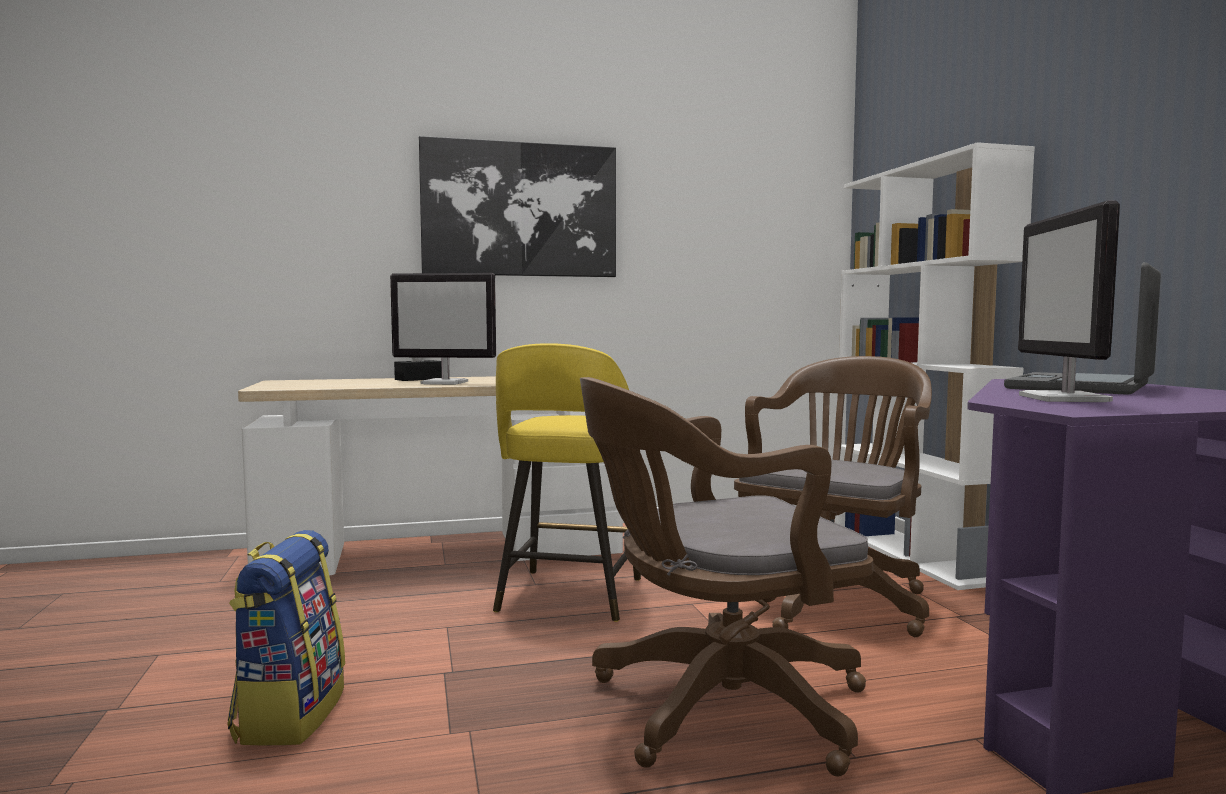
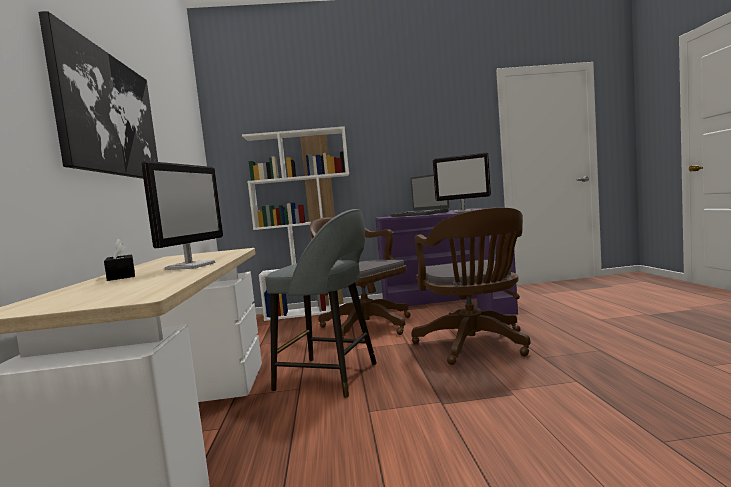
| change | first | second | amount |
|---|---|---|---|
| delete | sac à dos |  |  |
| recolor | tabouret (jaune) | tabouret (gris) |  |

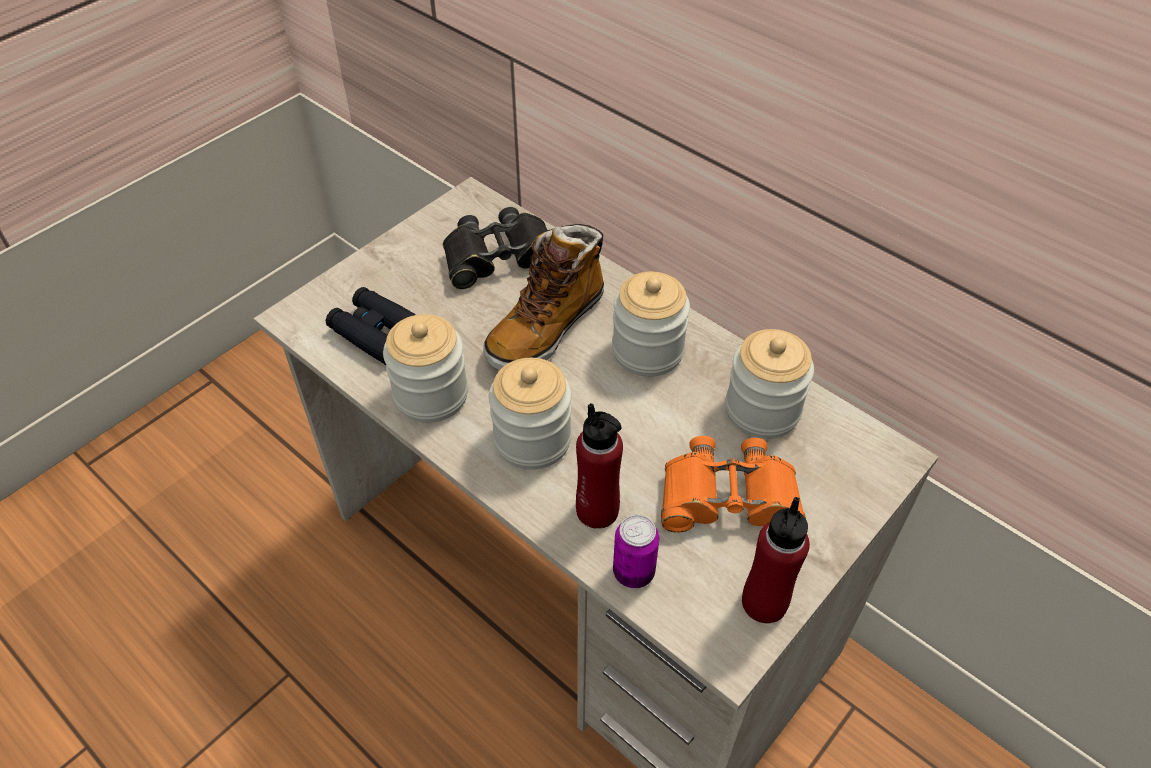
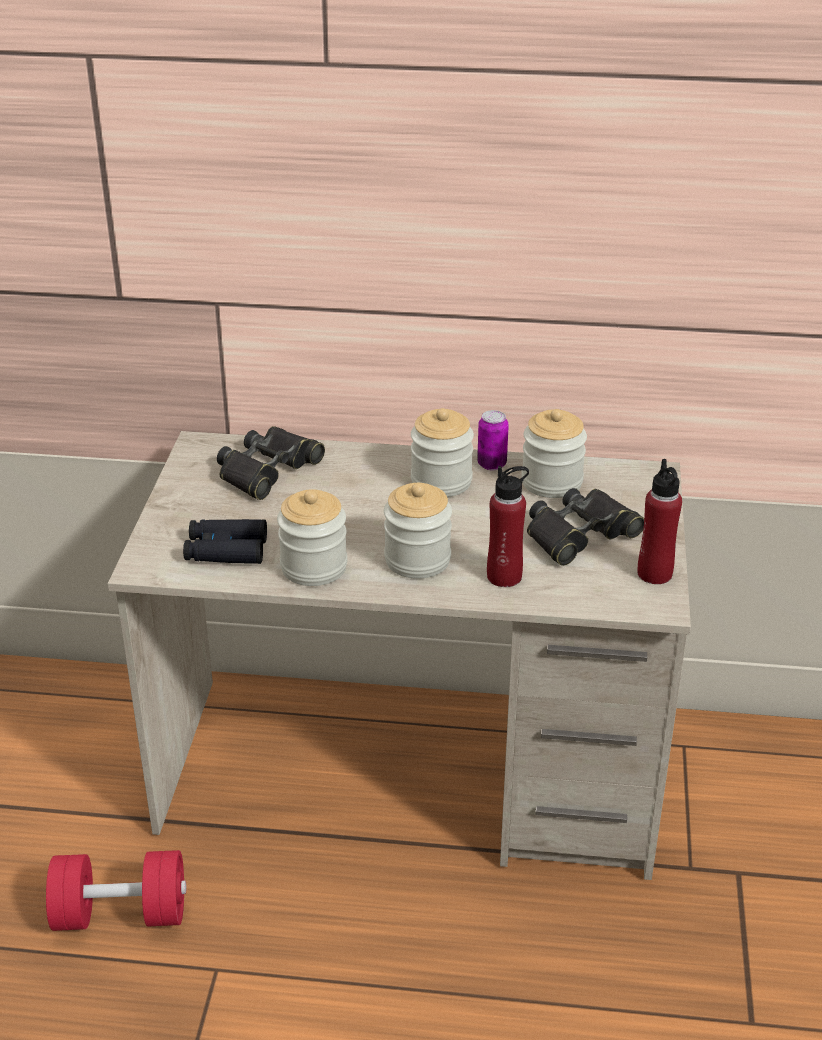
| change | first | second | amount |
|---|---|---|---|
| delete | botte |  |  |
| move | boîte métallique |  |  |
| recolor | jumelles (orange) | jumelles (noir) (3rd from left) |  |
| insert |  | haltère (rouge) |  |

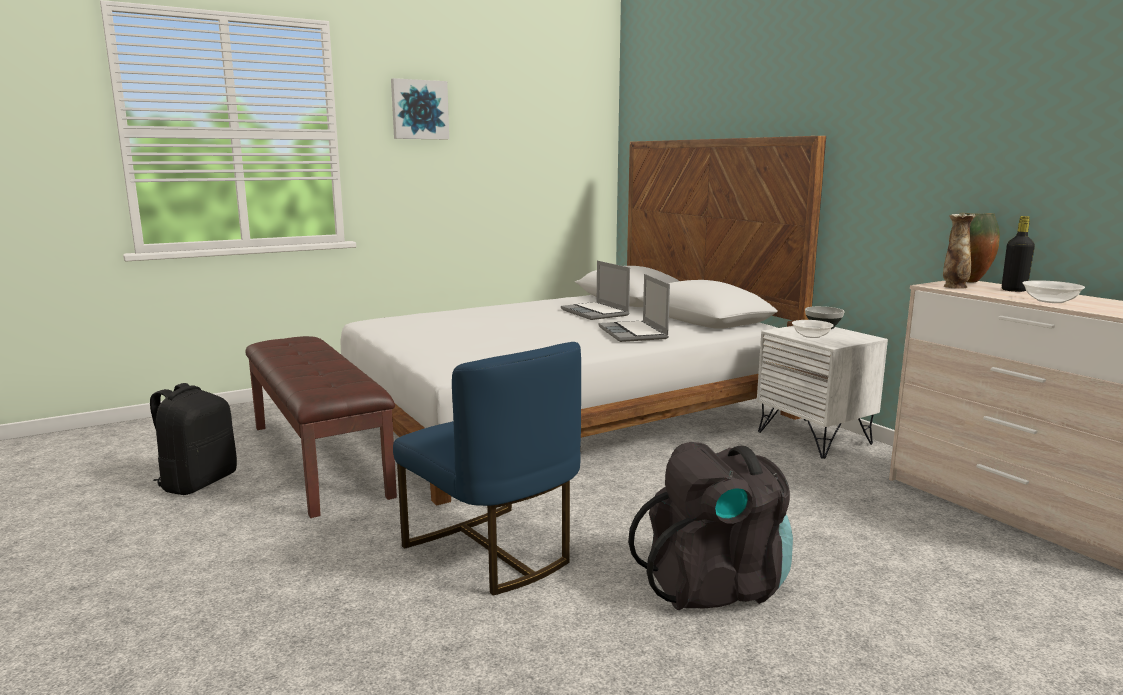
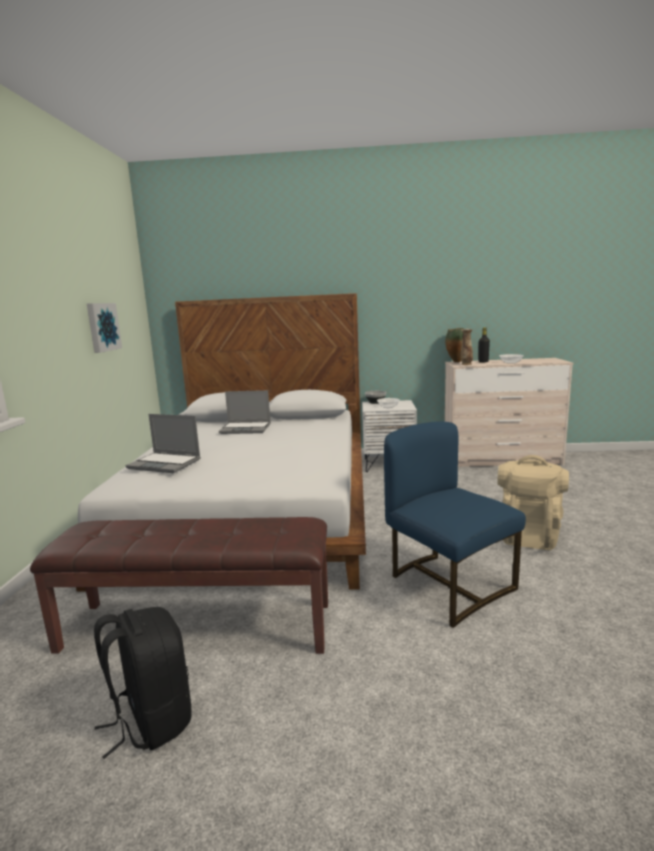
| change | first | second | amount |
|---|---|---|---|
| move | tableau |  |  |
| rotate | chaise (bleu) |  | 120 degrees counterclockwise |
| move | ordinateur portable (2nd from left in the first image) | ordinateur portable (1st from left) |  |
| recolor | sac à dos (noir) (2nd from left) | sac à dos (beige) |  |

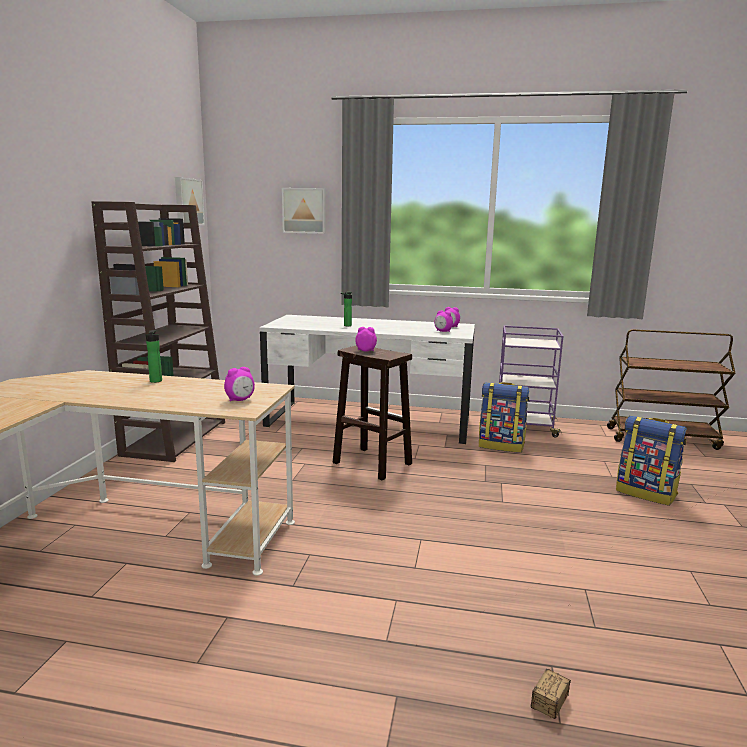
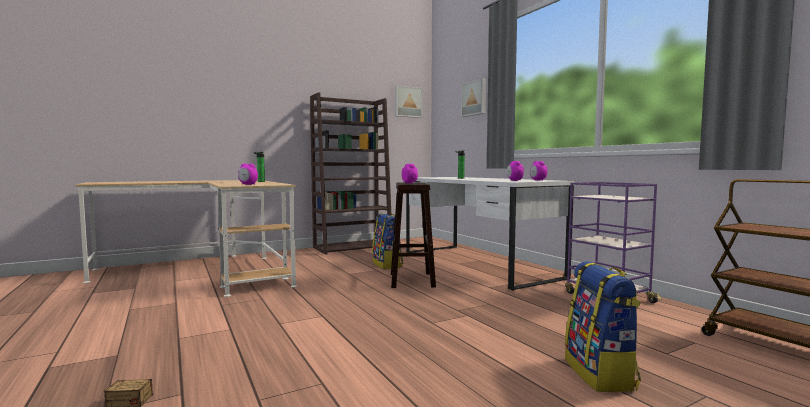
| change | first | second | amount |
|---|---|---|---|
| move | sac à dos (1st from left) |  |  |

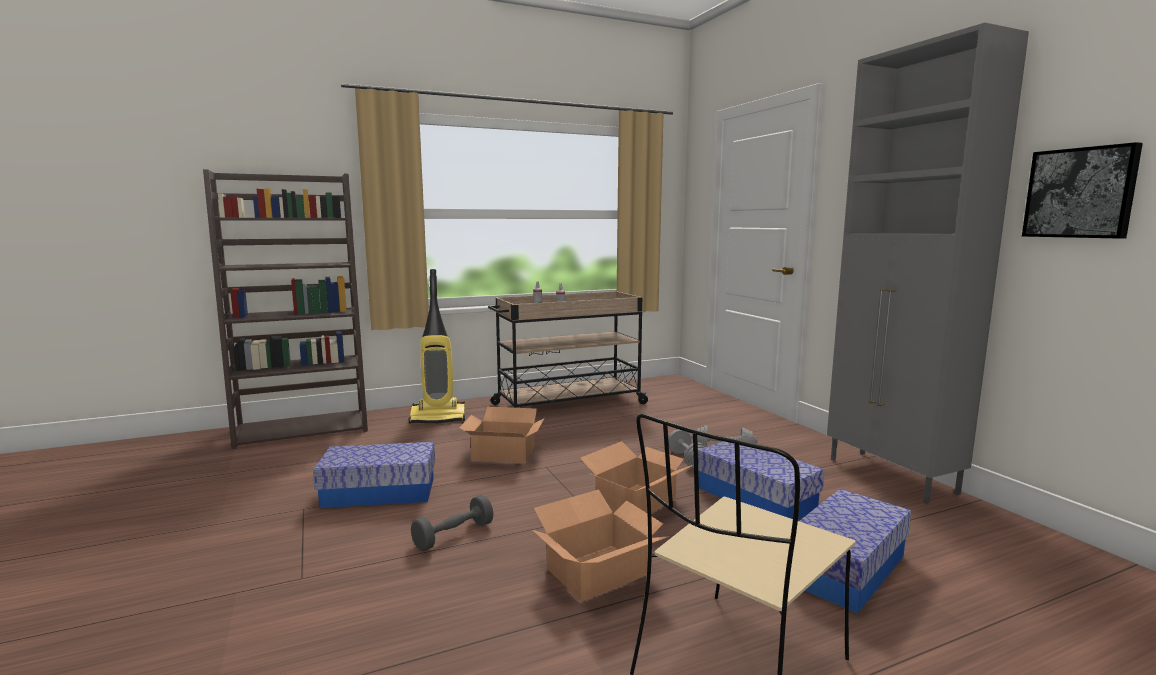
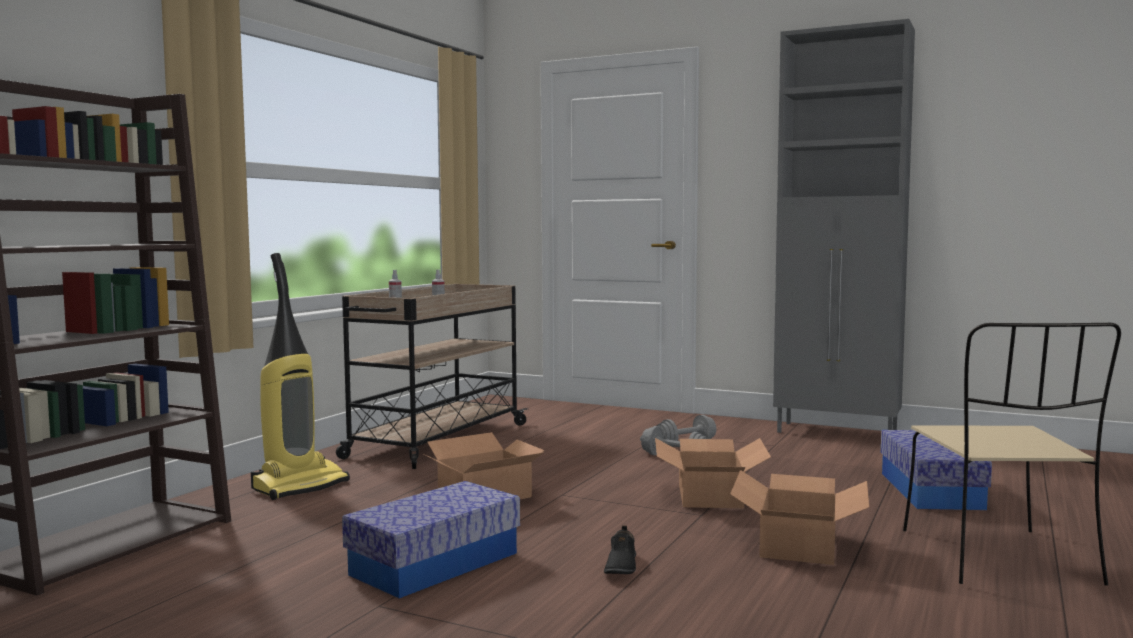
| change | first | second | amount |
|---|---|---|---|
| replace | haltère (gris) (1st from left) | chaussure (noir) |  |
| delete | boîte de rangement (2nd from left) |  |  |
| delete | tableau |  |  |

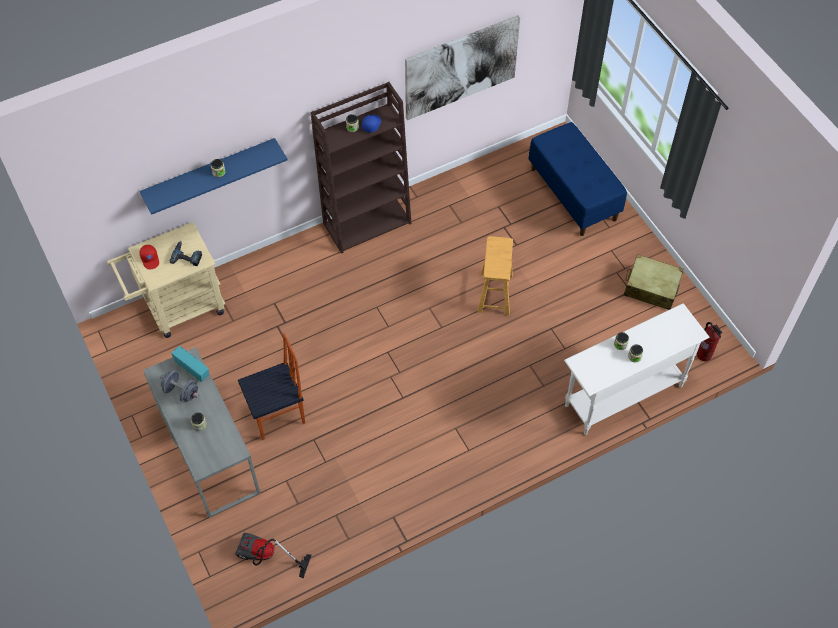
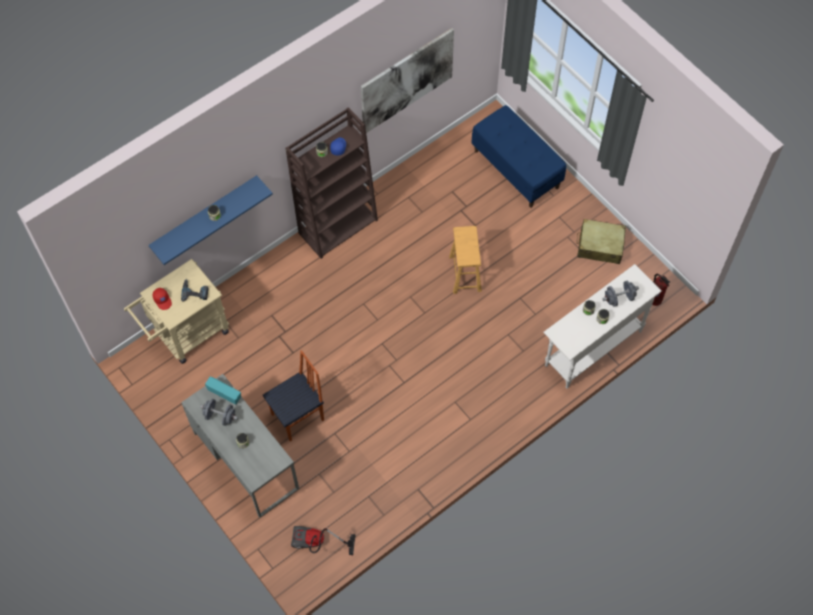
| change | first | second | amount |
|---|---|---|---|
| insert |  | haltère (gris) (2nd from left) |  |

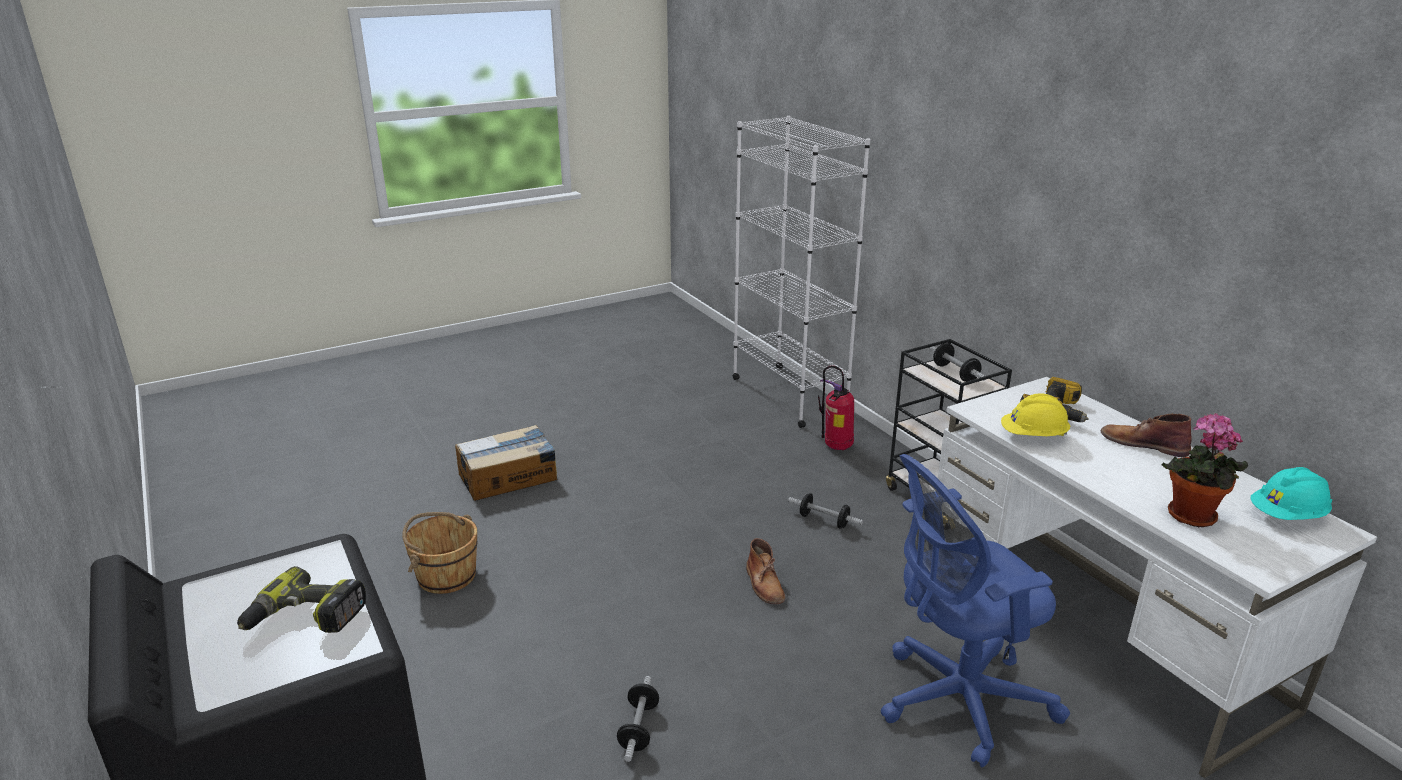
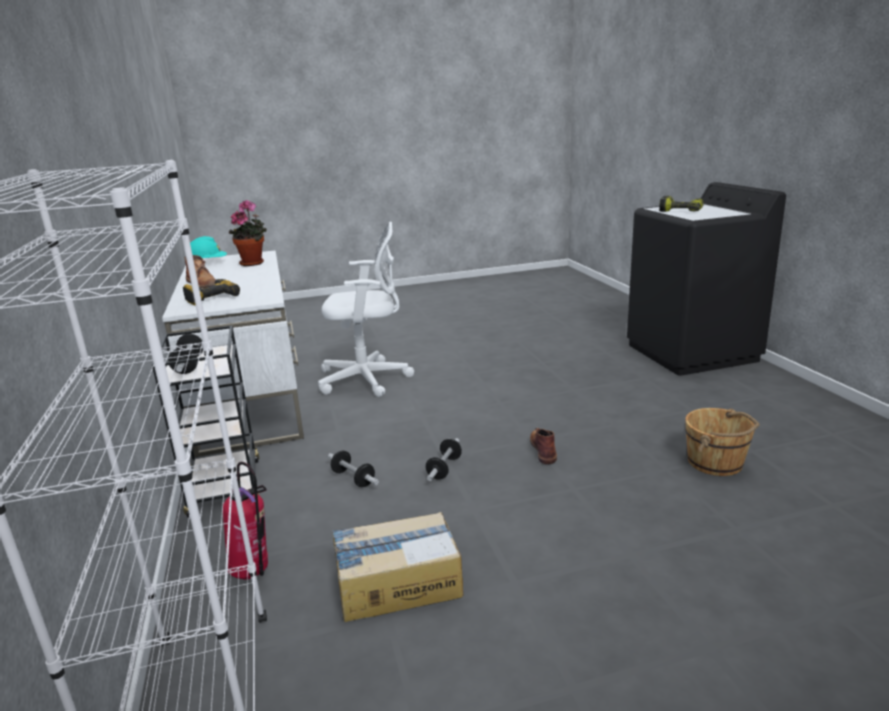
| change | first | second | amount |
|---|---|---|---|
| move | carton |  |  |
| move | haltère (1st from left in the first image) | haltère (3rd from left) |  |
| move | botte (marron) (1st from left in the first image) | botte (marron) (2nd from left) |  |
| recolor | chaise de bureau (bleu) | chaise de bureau (blanc) |  |
| delete | casque de chantier (jaune) |  |  |

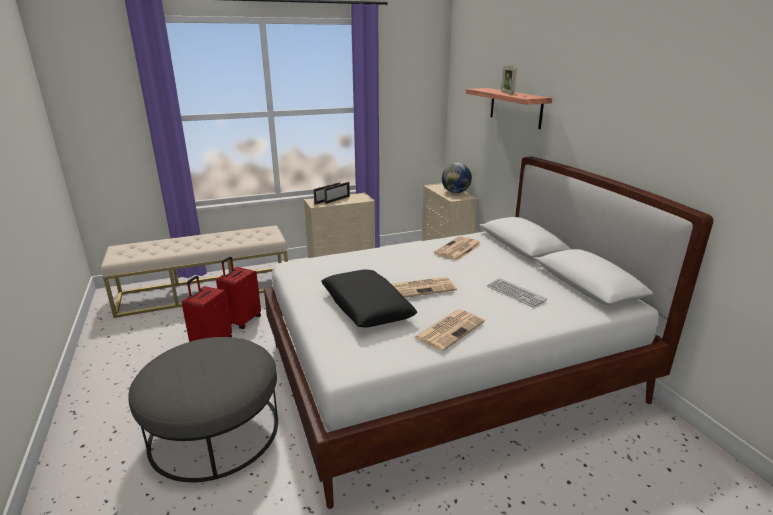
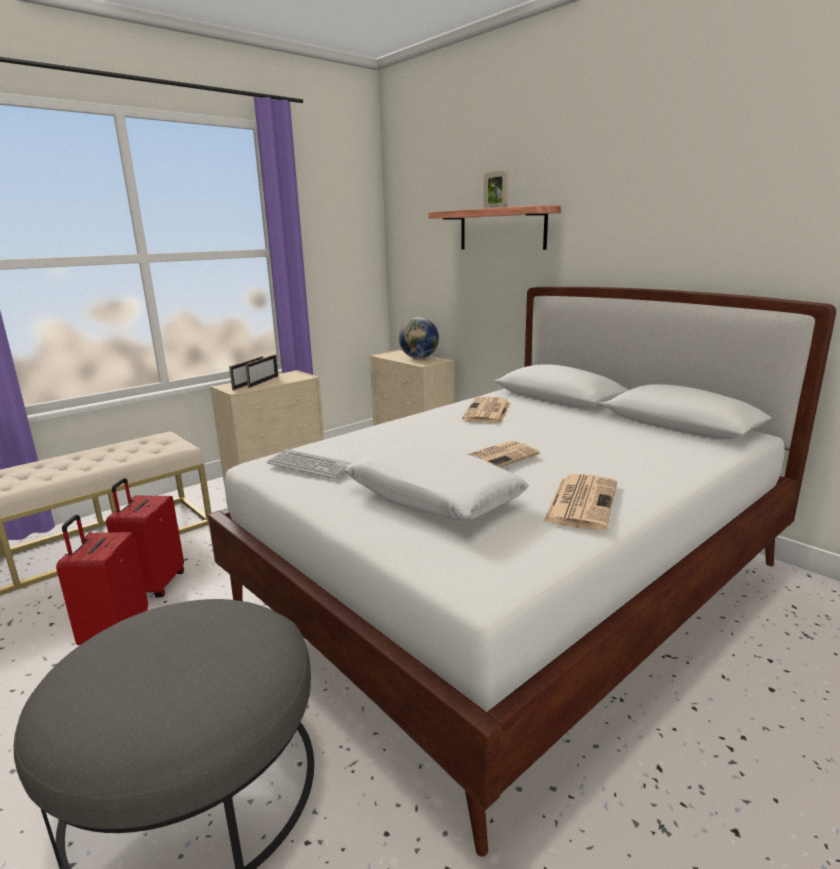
| change | first | second | amount |
|---|---|---|---|
| recolor | coussin (noir) | coussin (blanc) |  |
| move | clavier |  |  |

